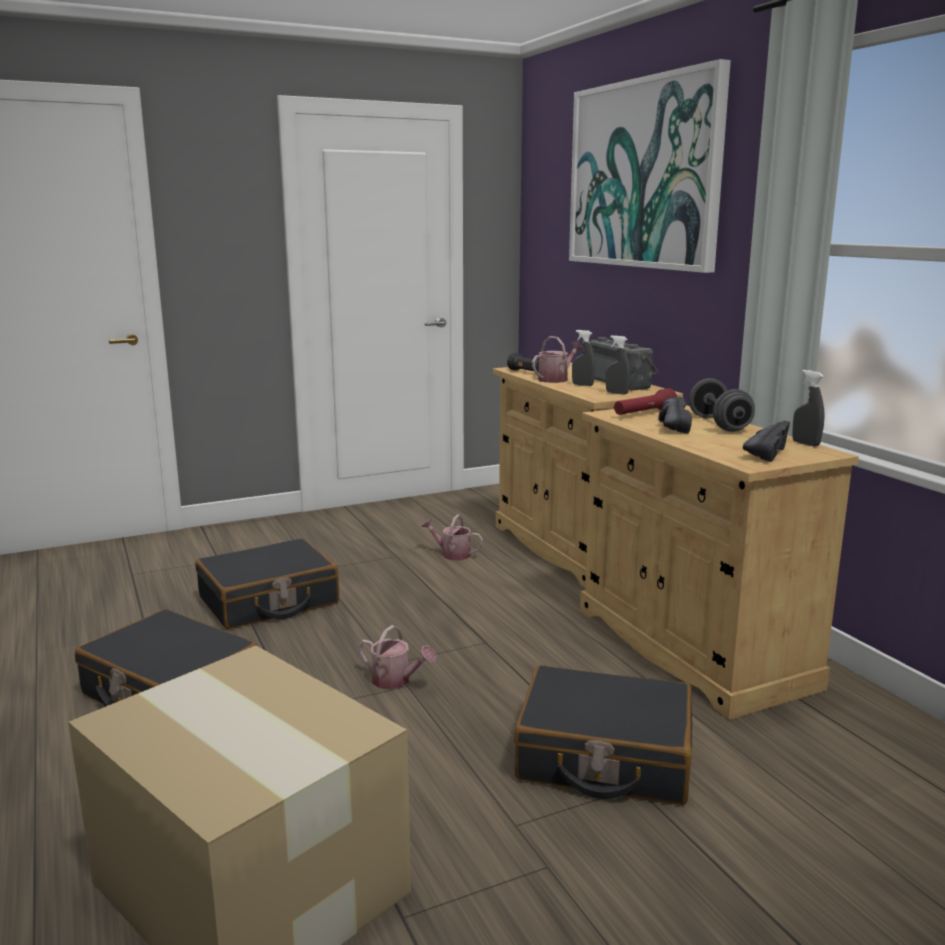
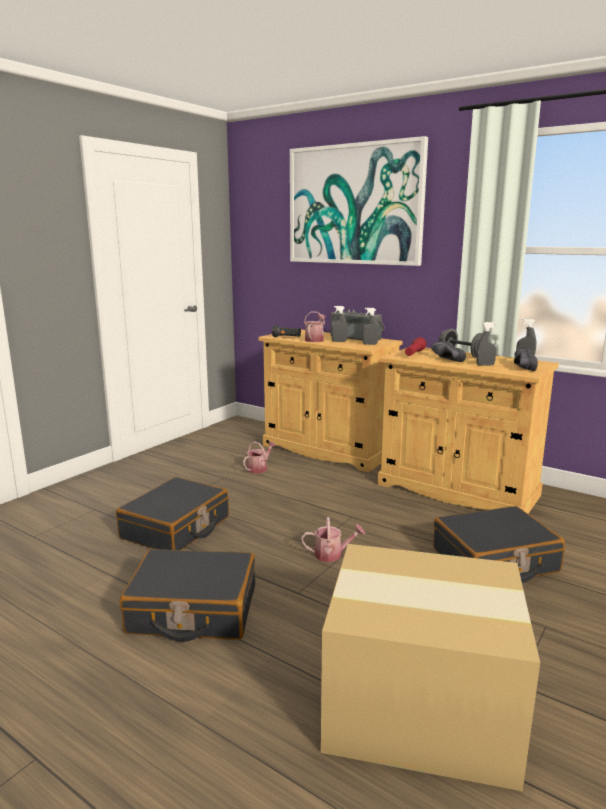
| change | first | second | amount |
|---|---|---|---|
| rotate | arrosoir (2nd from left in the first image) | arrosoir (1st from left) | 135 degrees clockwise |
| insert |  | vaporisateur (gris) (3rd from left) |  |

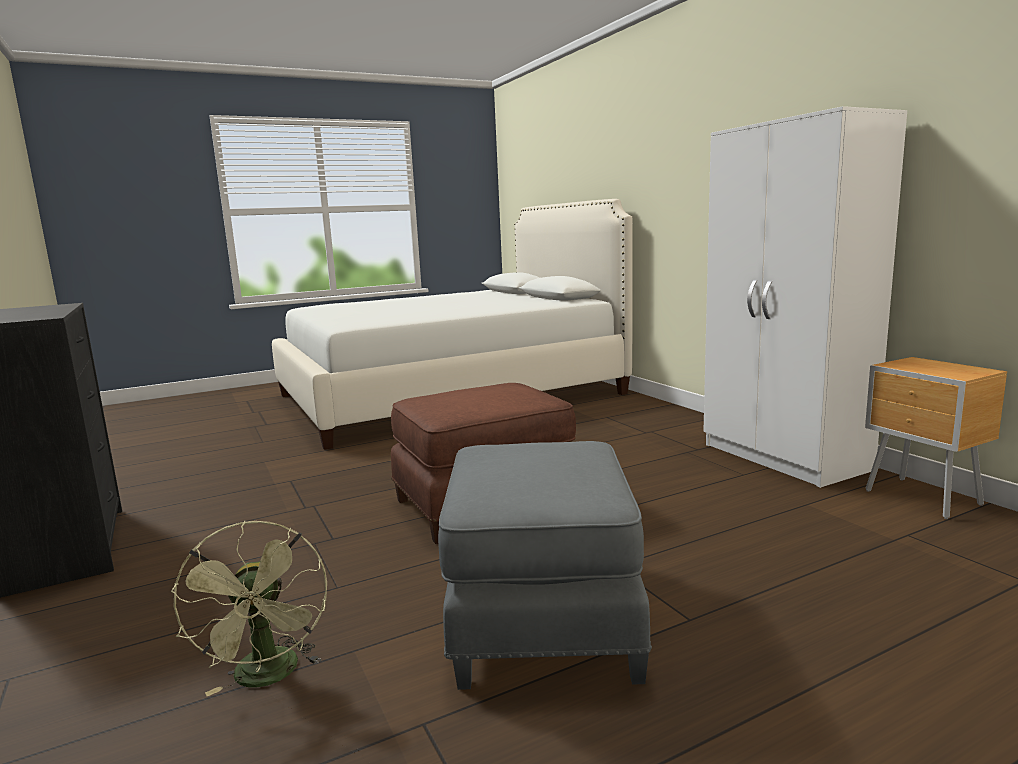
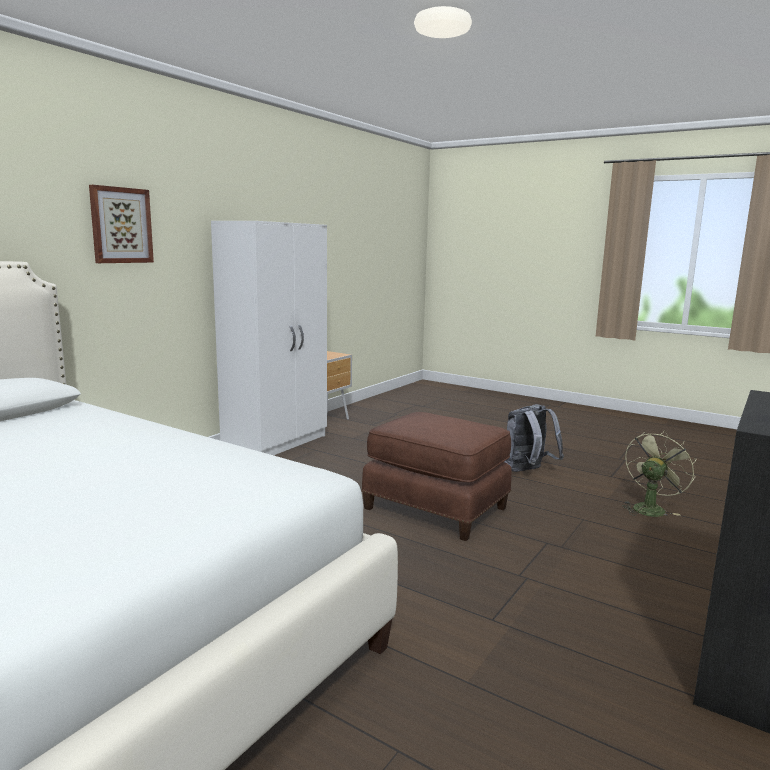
| change | first | second | amount |
|---|---|---|---|
| replace | pouf (gris) | sac à dos (gris) |  |
| insert |  | tableau |  |

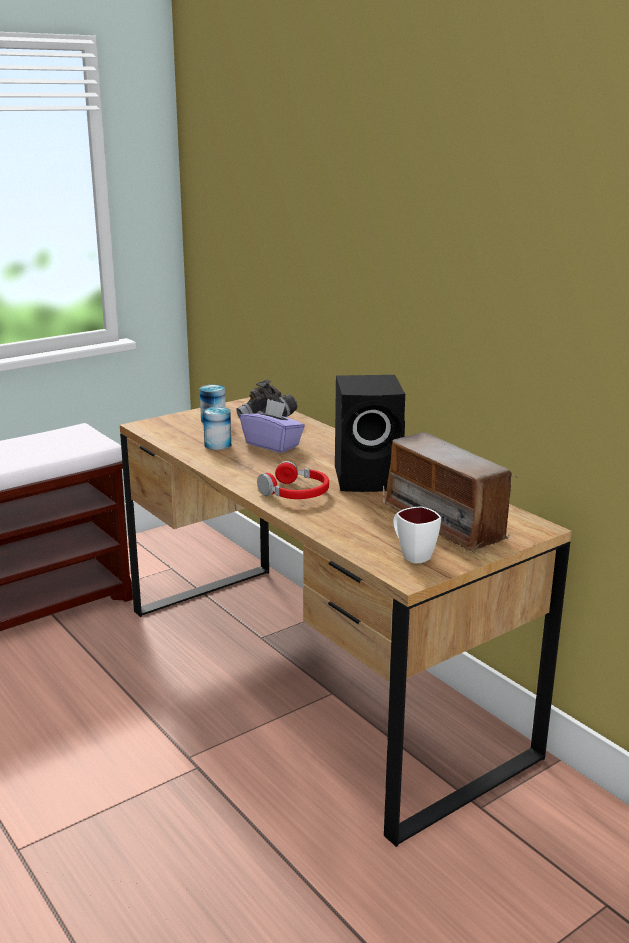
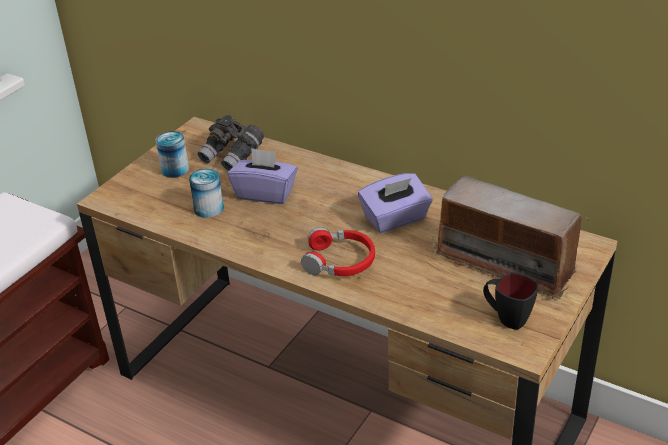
| change | first | second | amount |
|---|---|---|---|
| replace | enceinte (noir) | boîte à mouchoirs (violet) (2nd from left) |  |
| recolor | mug (blanc) | mug (noir) |  |

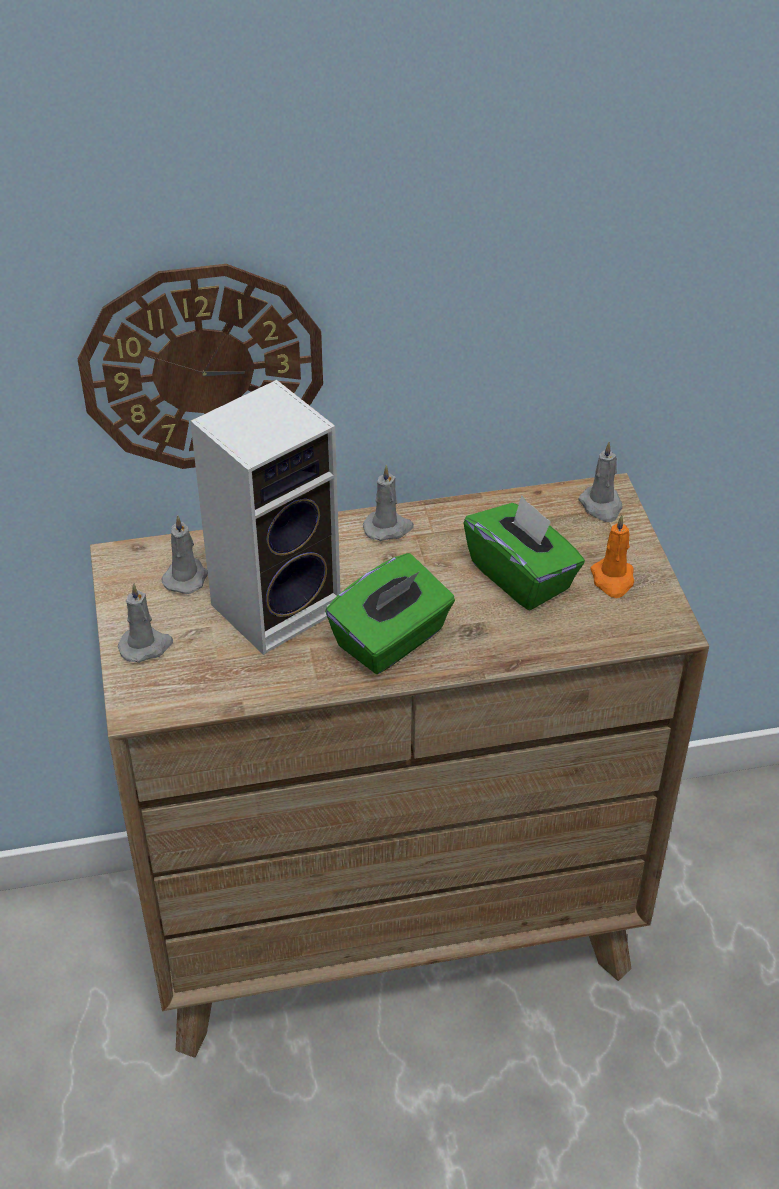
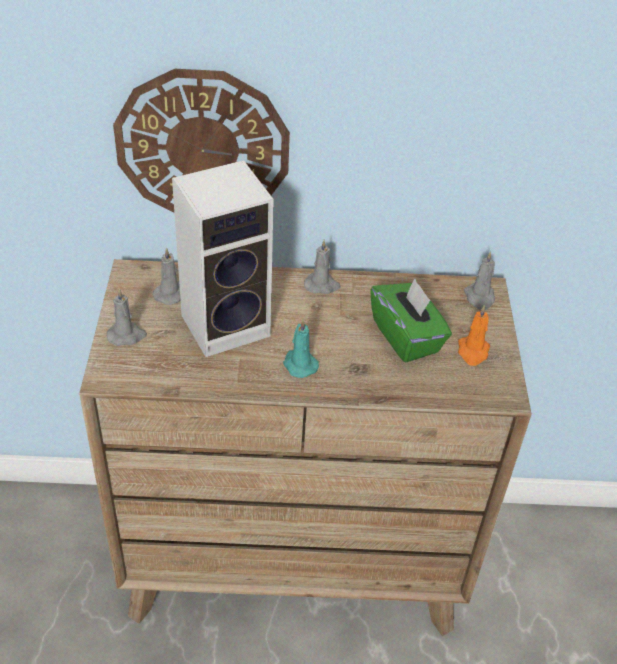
| change | first | second | amount |
|---|---|---|---|
| replace | boîte à mouchoirs (vert) (1st from left) | bougie (turquoise) |  |

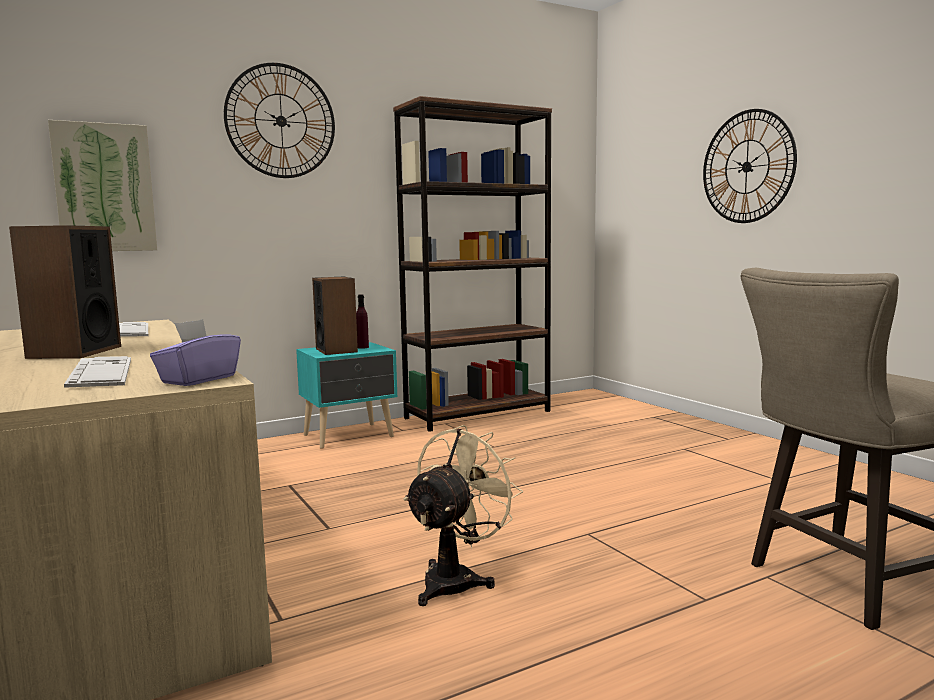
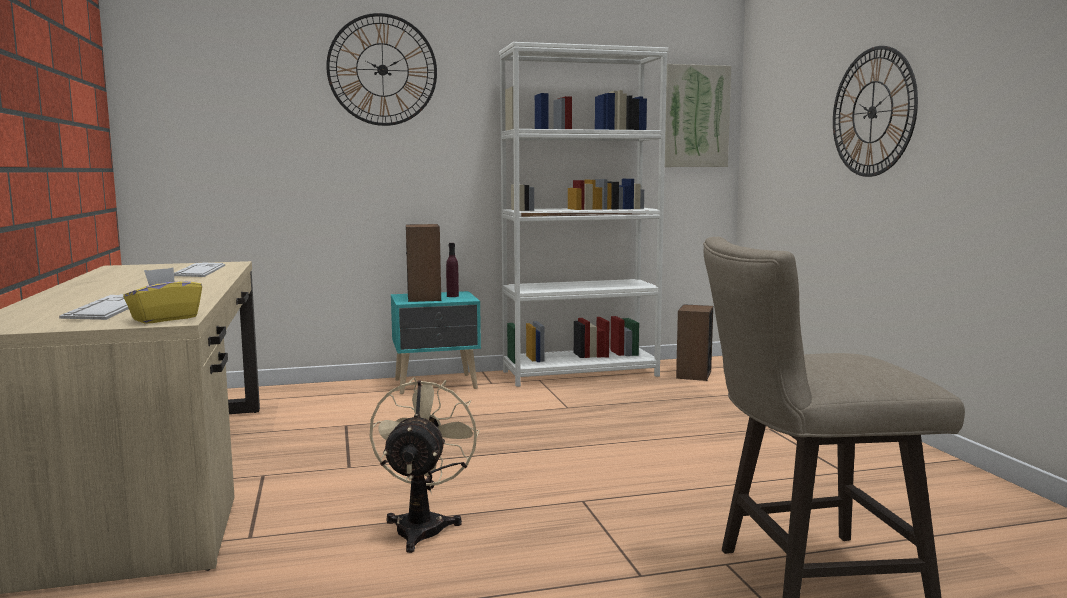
| change | first | second | amount |
|---|---|---|---|
| move | enceinte (1st from left in the first image) | enceinte (2nd from left) |  |
| move | tableau |  |  |
| recolor | boîte à mouchoirs (violet) | boîte à mouchoirs (jaune) |  |
| recolor | bibliothèque (marron) | bibliothèque (blanc) |  |
| rotate | ventilateur (beige) |  | 45 degrees counterclockwise |

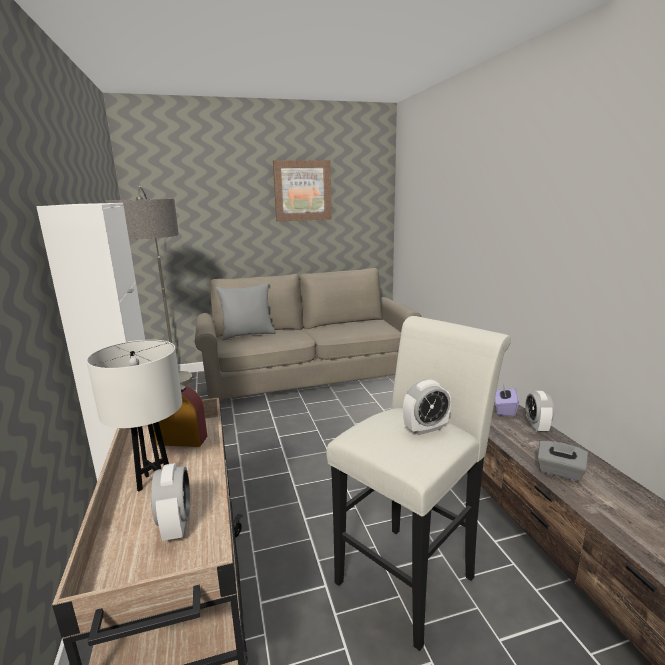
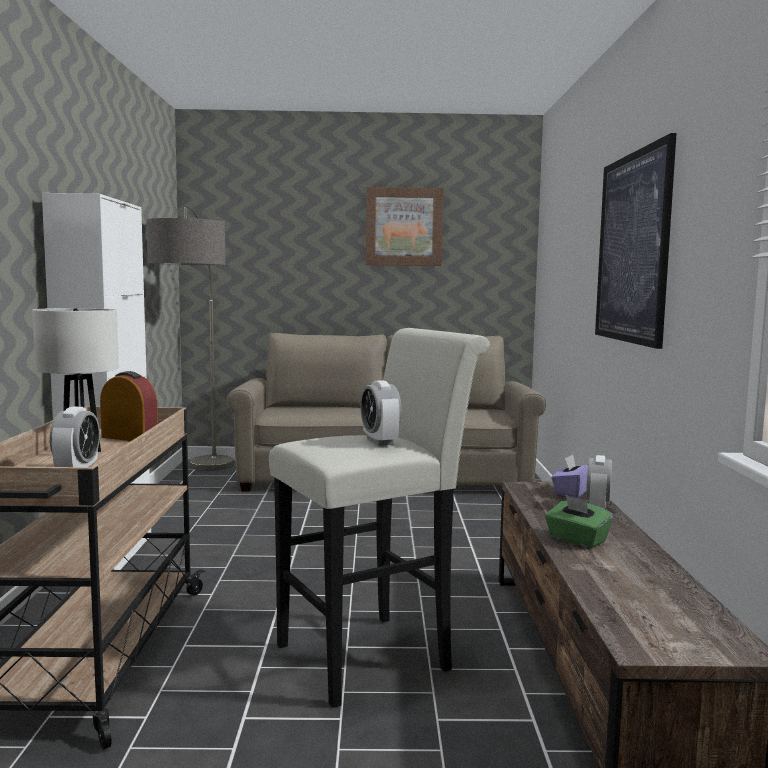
| change | first | second | amount |
|---|---|---|---|
| delete | coussin (gris) |  |  |
| rotate | réveil (3rd from left) |  | 75 degrees clockwise |
| recolor | boîte à mouchoirs (gris) | boîte à mouchoirs (vert) |  |
| insert |  | tableau (2nd from left) |  |

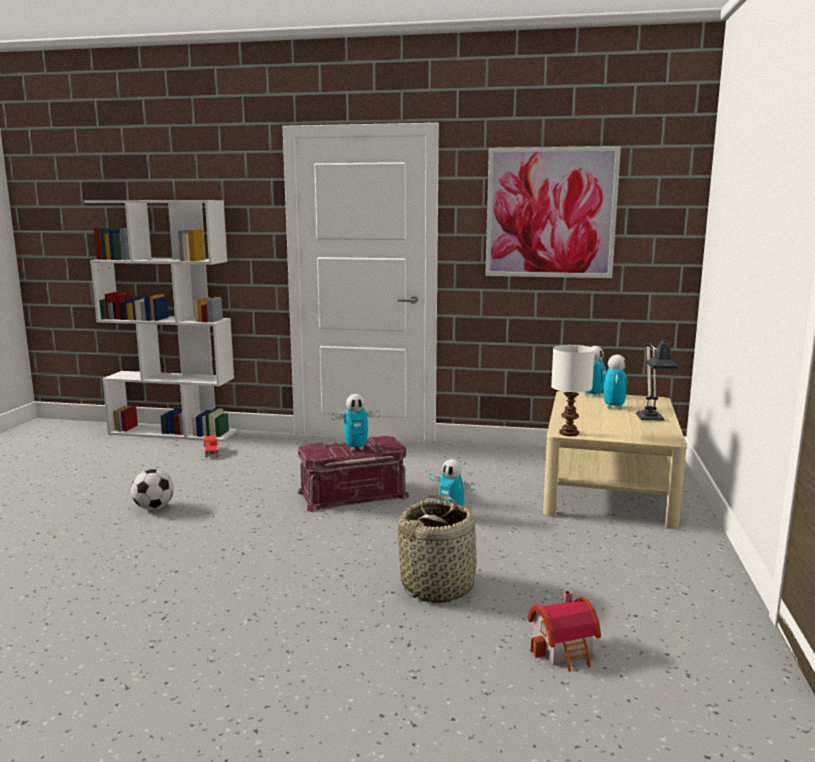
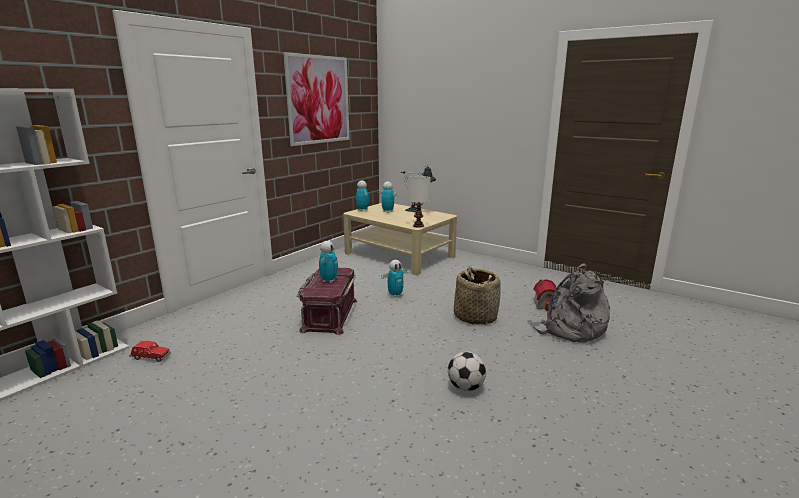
| change | first | second | amount |
|---|---|---|---|
| move | ballon de foot |  |  |
| insert |  | sac à dos (gris) |  |

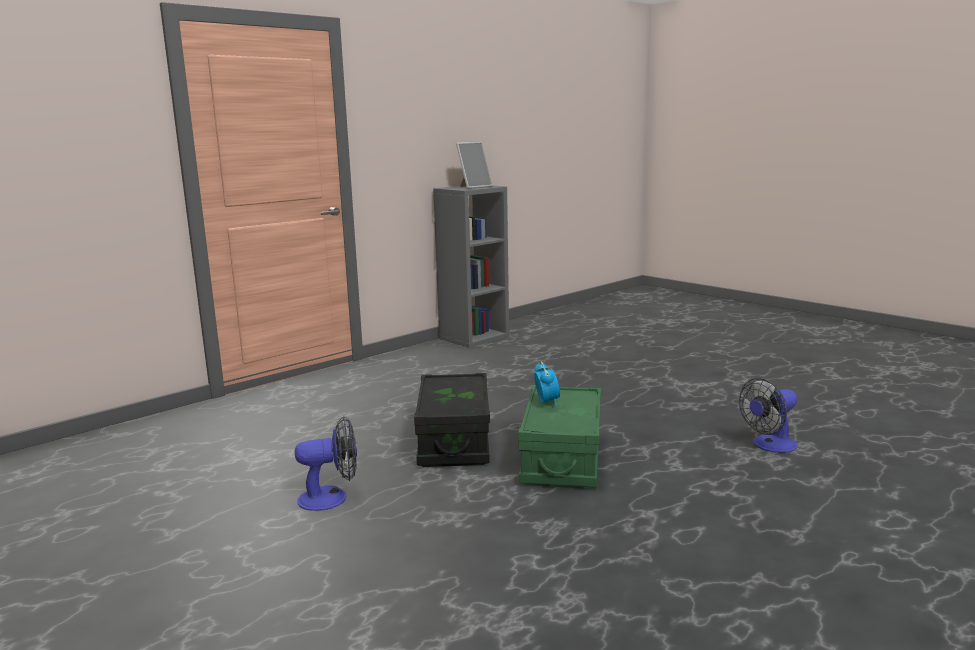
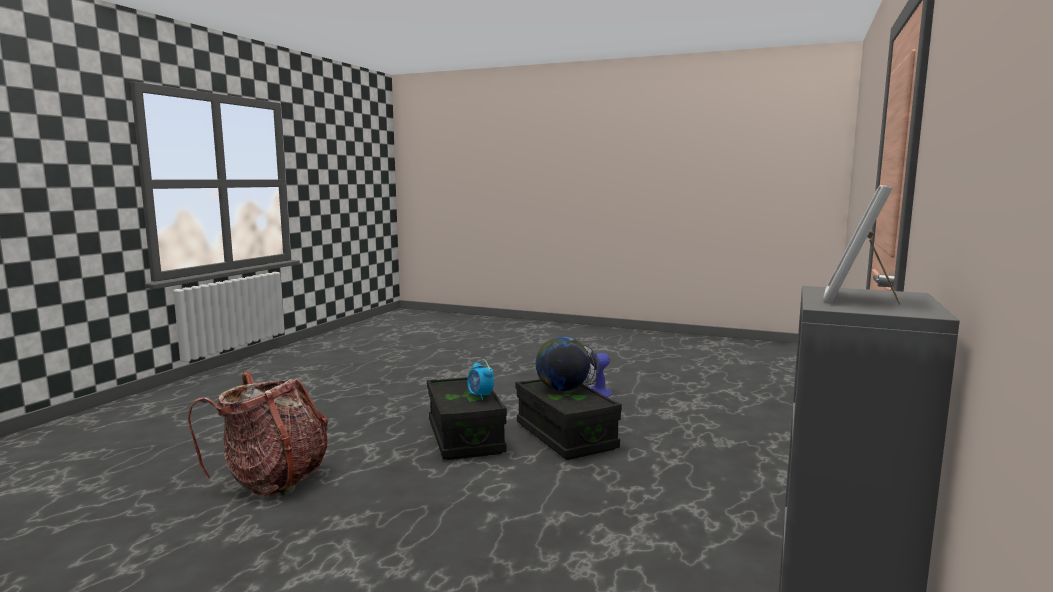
| change | first | second | amount |
|---|---|---|---|
| recolor | boîte de rangement (vert) | boîte de rangement (noir) (1st from left) |  |
| replace | ventilateur (2nd from left) | sac à dos |  |
| insert |  | globe |  |

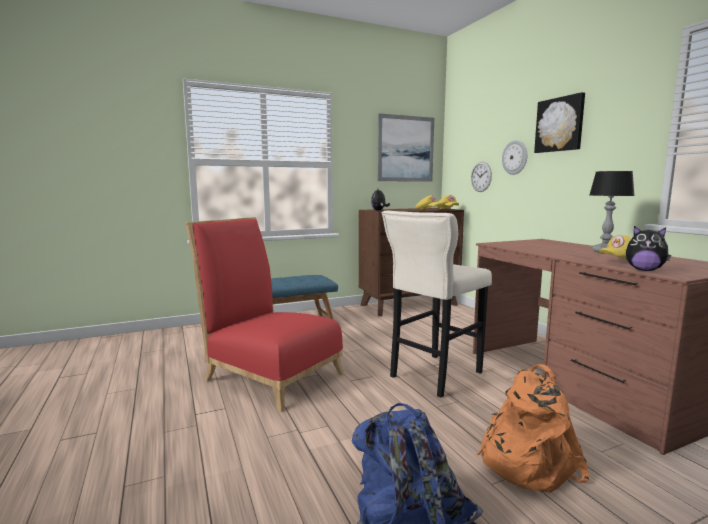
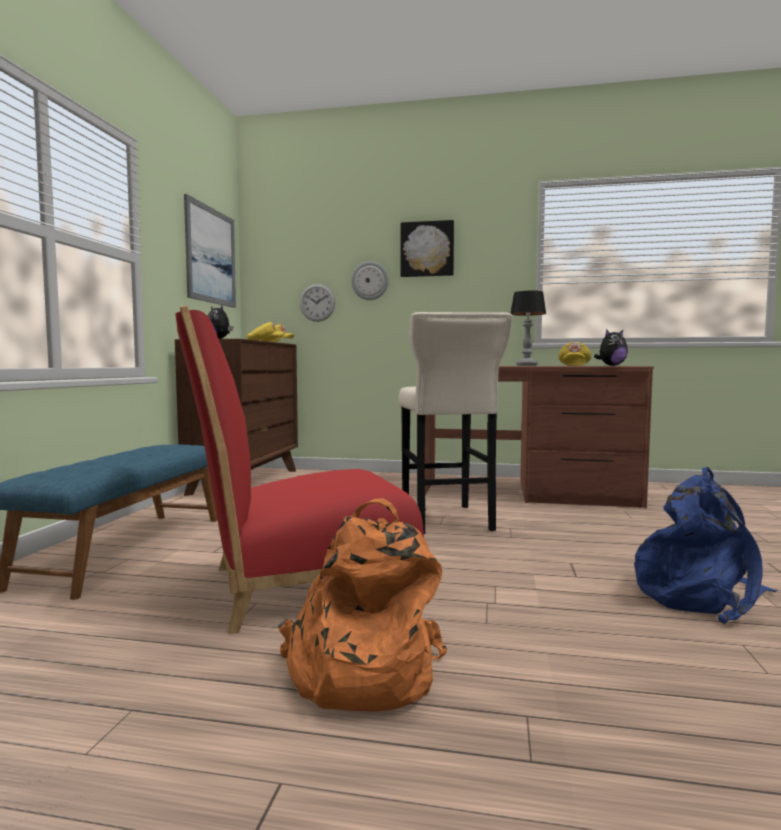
| change | first | second | amount |
|---|---|---|---|
| move | sac à dos (orange) |  |  |

